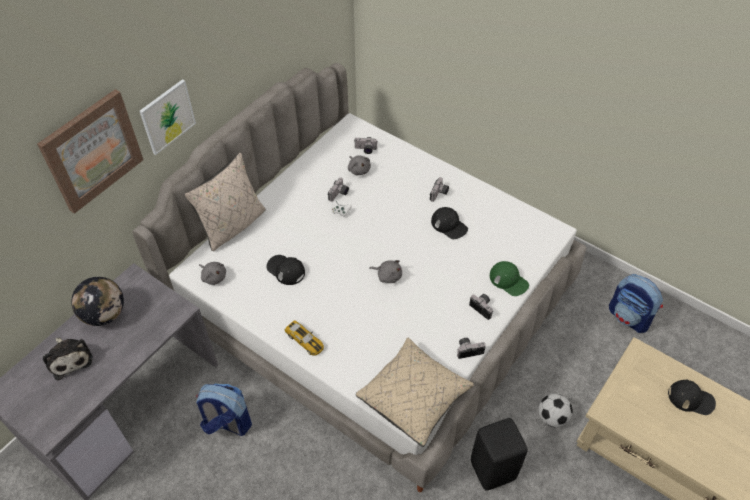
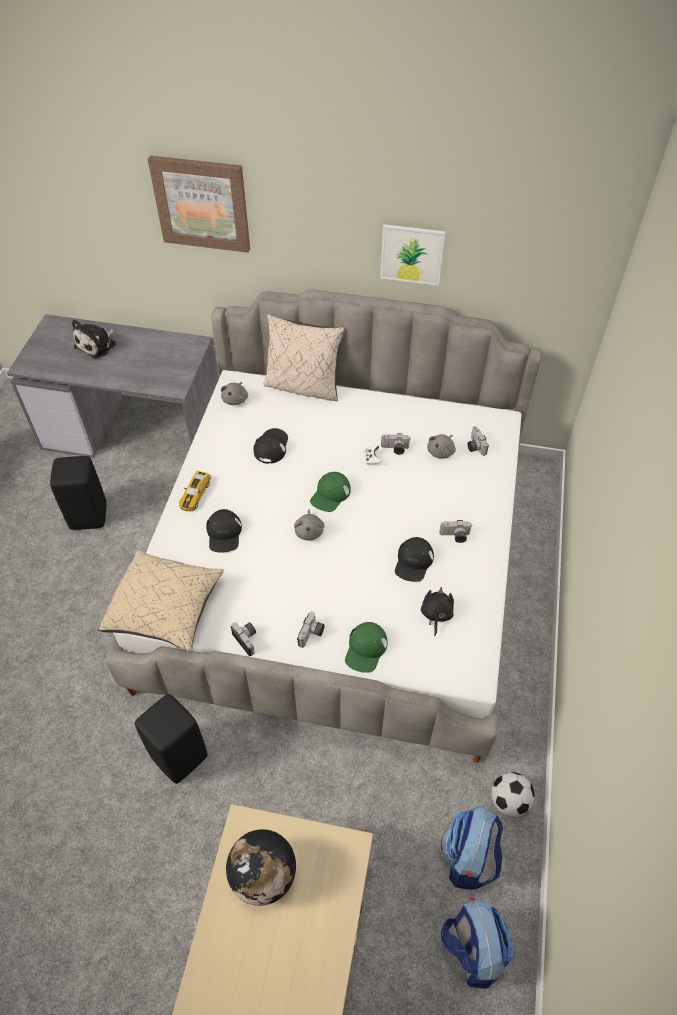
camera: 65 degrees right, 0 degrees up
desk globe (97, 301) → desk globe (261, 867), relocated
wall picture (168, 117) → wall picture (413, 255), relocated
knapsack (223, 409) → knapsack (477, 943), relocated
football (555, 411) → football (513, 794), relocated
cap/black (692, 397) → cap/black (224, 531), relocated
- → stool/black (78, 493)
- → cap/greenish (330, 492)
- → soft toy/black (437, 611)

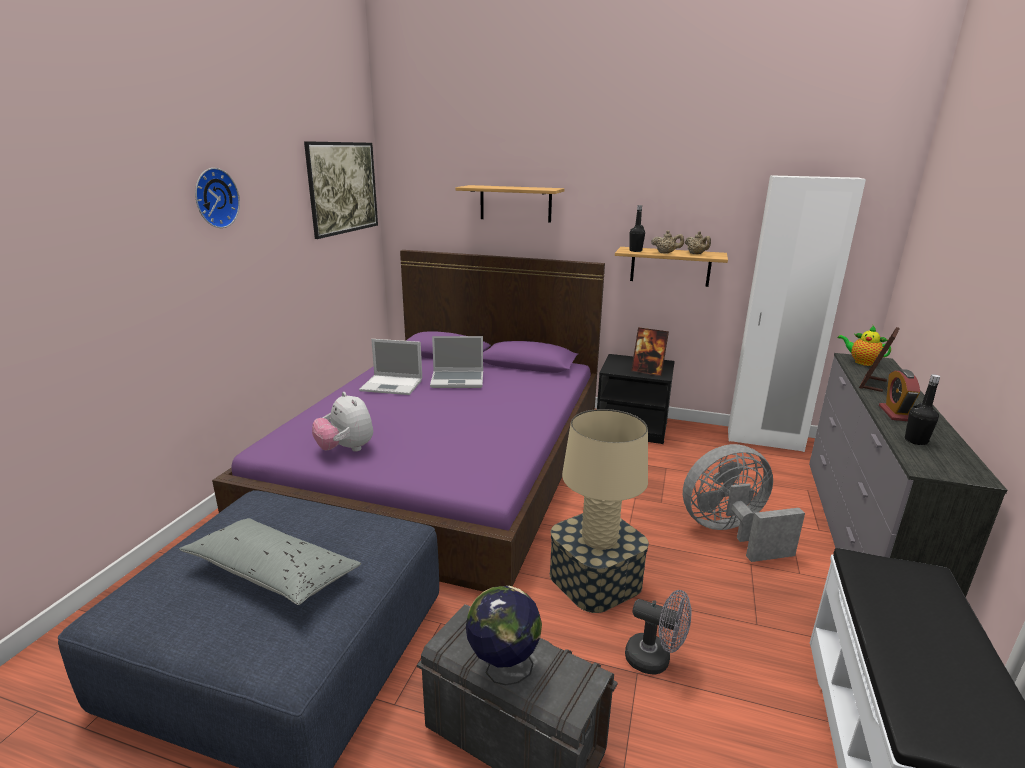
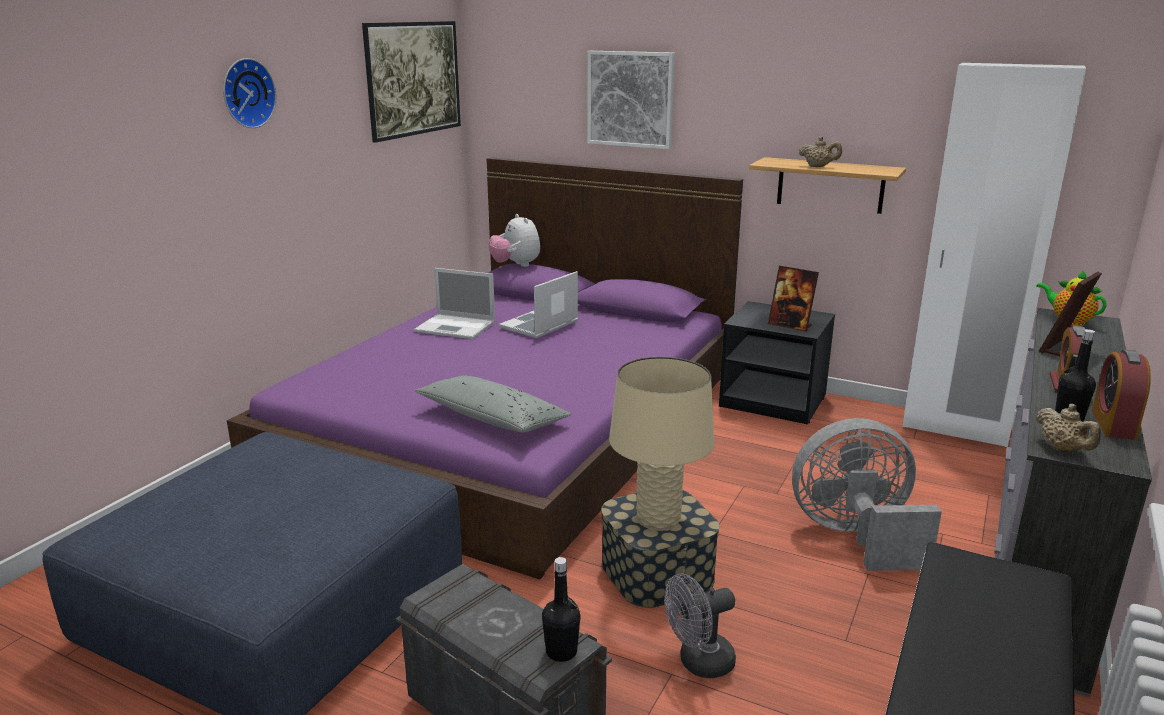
camera: 10 degrees right, 0 degrees up
throw pillow/gray (270, 561) → throw pillow/gray (493, 403), relocated
soft toy (342, 421) → soft toy (514, 240), relocated
notebook computer (456, 362) → notebook computer (538, 304), 120 degrees clockwise
bracket shelf (509, 204) → wall picture (631, 100)
desk globe (504, 635) → -
electric fan/gray (658, 632) → electric fan/gray (700, 625), 120 degrees clockwise
drink bottle/black (637, 228) → drink bottle/black (561, 609), relocated
teapot/beige (698, 242) → teapot/beige (1068, 428), relocated
- → bedside clock (1121, 395)

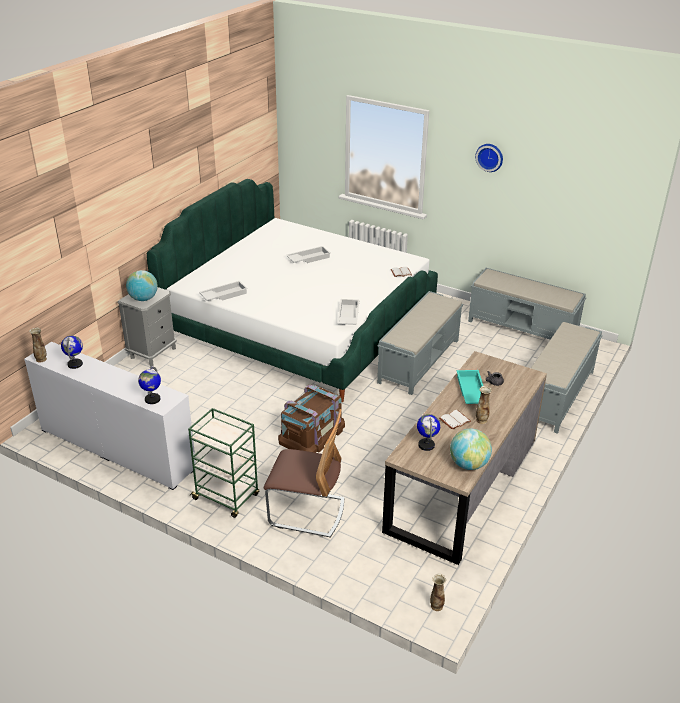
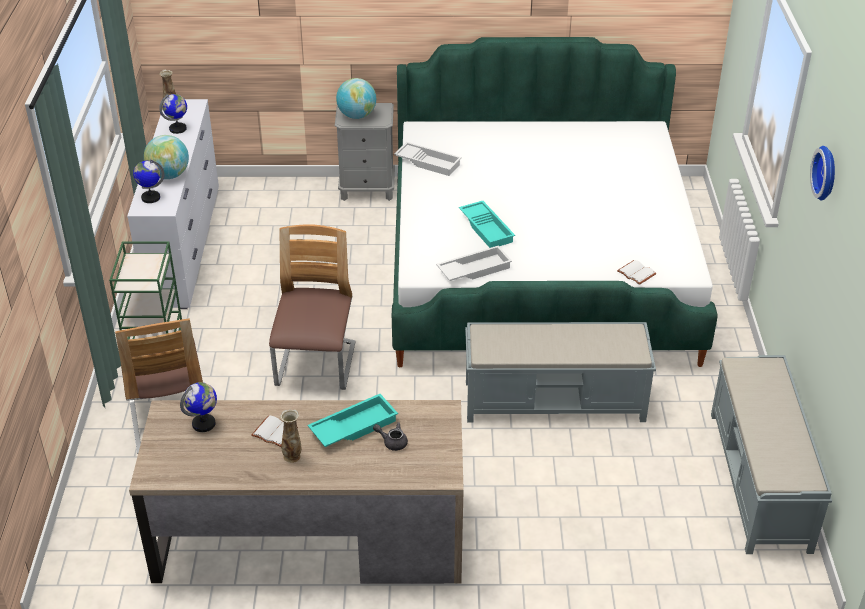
camera: 60 degrees right, 5 degrees up
storage container/brown (311, 419) → plain chair (312, 307)
carrying tray/white (308, 254) → -
decorative vase (438, 592) → -
desk globe (471, 449) → desk globe (166, 157), relocated
long seat/gray (566, 378) → -
- → carrying tray/turquoise-coloured (487, 224)

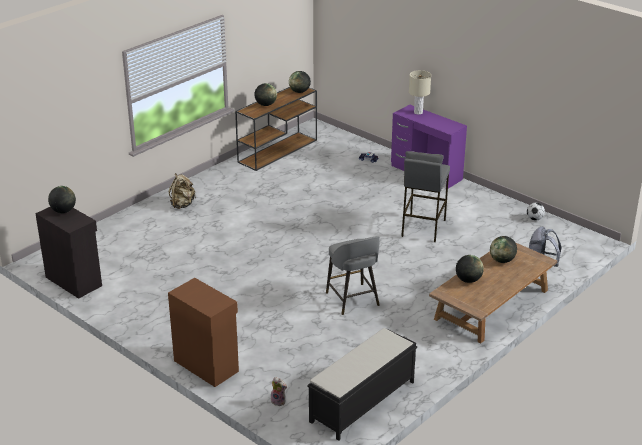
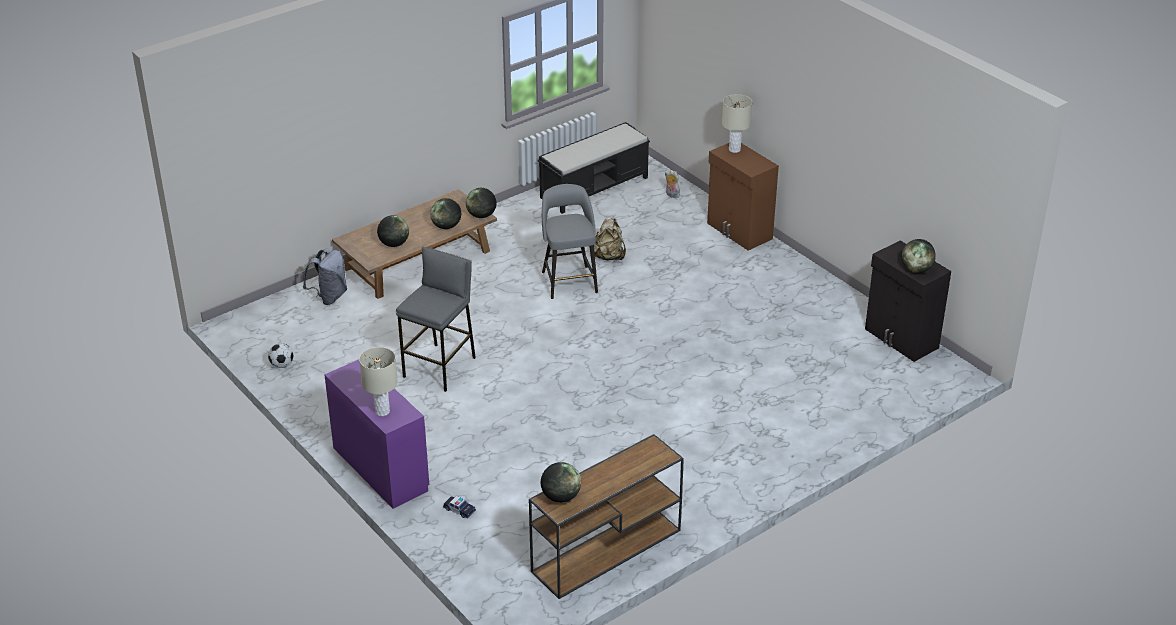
camera: 170 degrees left, 5 degrees up
knapsack/beige (182, 191) → knapsack/beige (610, 239), relocated
desk globe (265, 94) → desk globe (481, 203), relocated
- → lamp for a table/beige (737, 123)

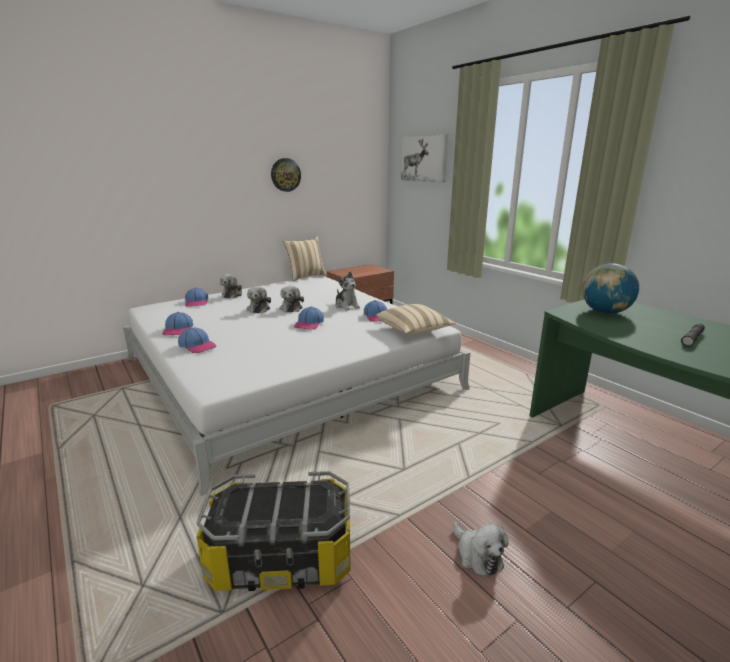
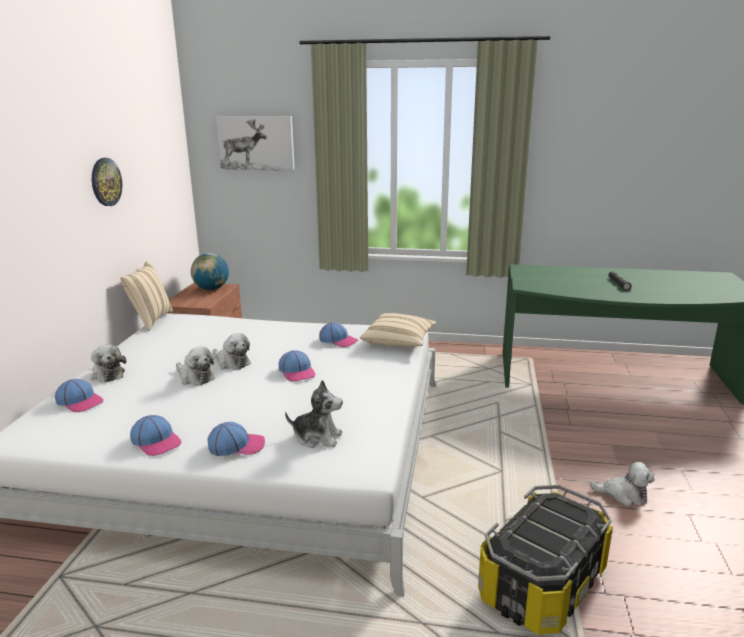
camera: 45 degrees left, 0 degrees up
soft toy (347, 291) → soft toy (314, 414), relocated
desk globe (610, 288) → desk globe (210, 271), relocated

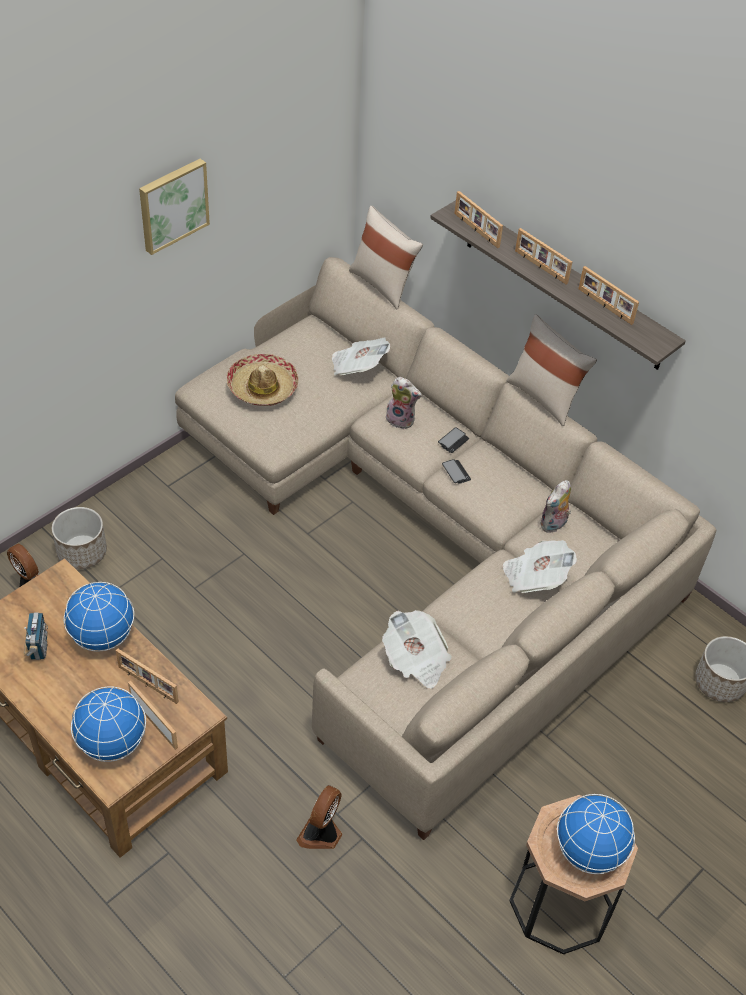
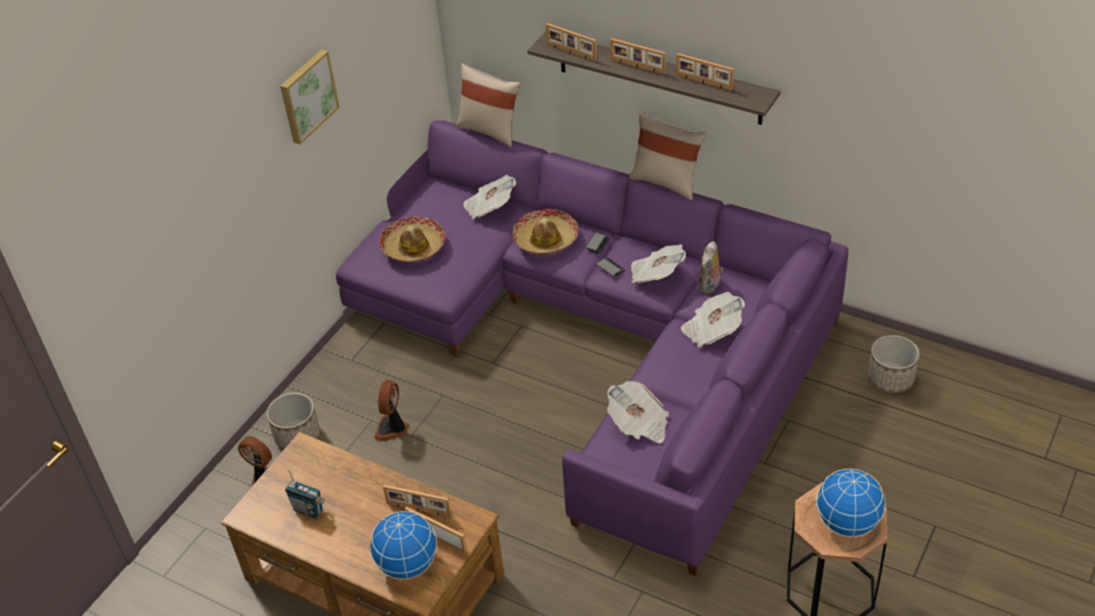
camera: 10 degrees left, 5 degrees down
radio set (36, 636) → radio set (305, 494), 135 degrees clockwise
desk globe (99, 617) → -
couch/beige (445, 548) → couch/purplish (592, 348)
electric fan (319, 817) → electric fan (391, 411), relocated
soft toy (404, 403) → wearable hat (545, 232)
- → newspaper (658, 263)

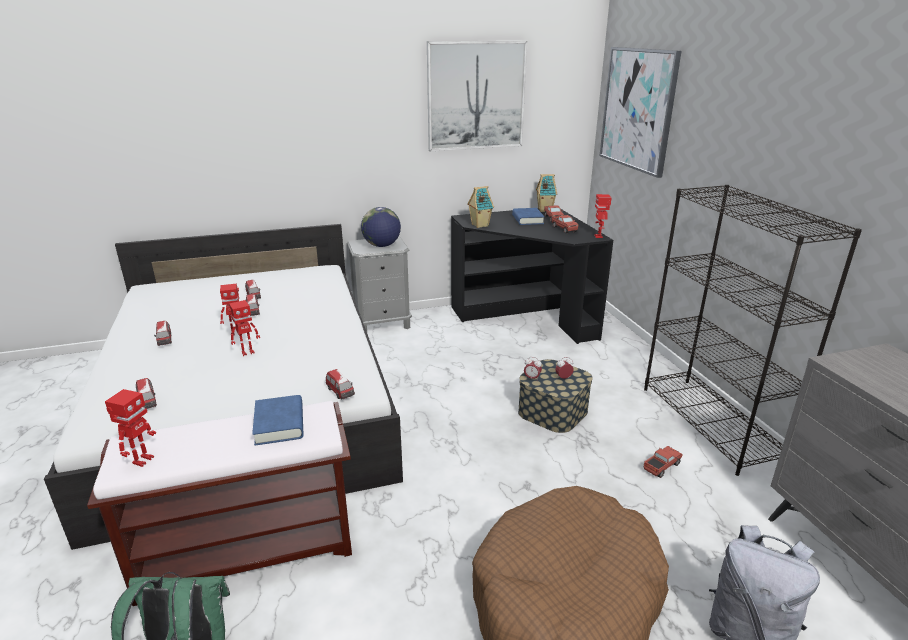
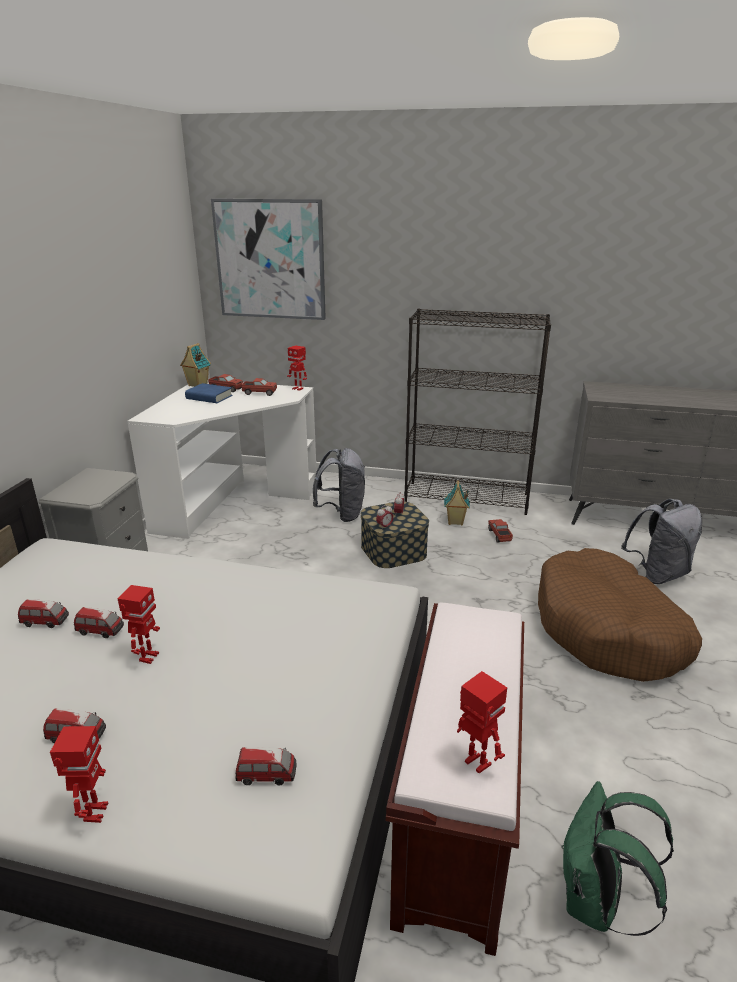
camera: 60 degrees left, 0 degrees up
robot figure (244, 328) → robot figure (79, 774), relocated
book/bluish (278, 420) → -
model car (340, 384) → -
desk globe (381, 227) → -
wall picture (477, 96) → -
desk table/black (532, 276) → desk table/white (222, 460)
model house (480, 207) → model house (457, 502), relocated
- → knapsack/gray (339, 485)

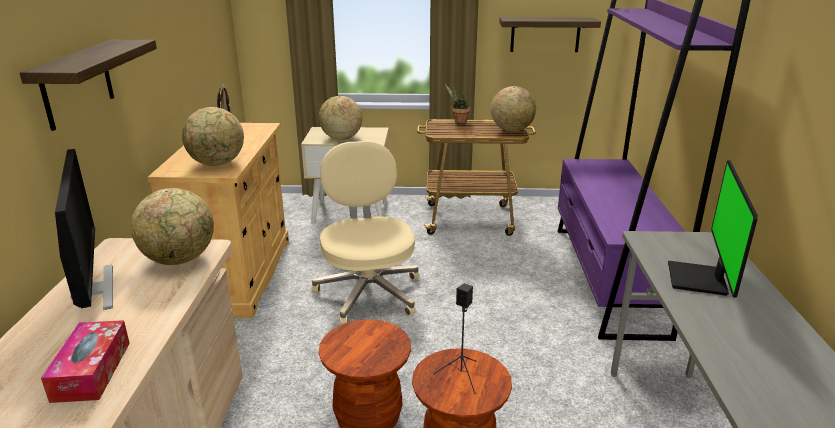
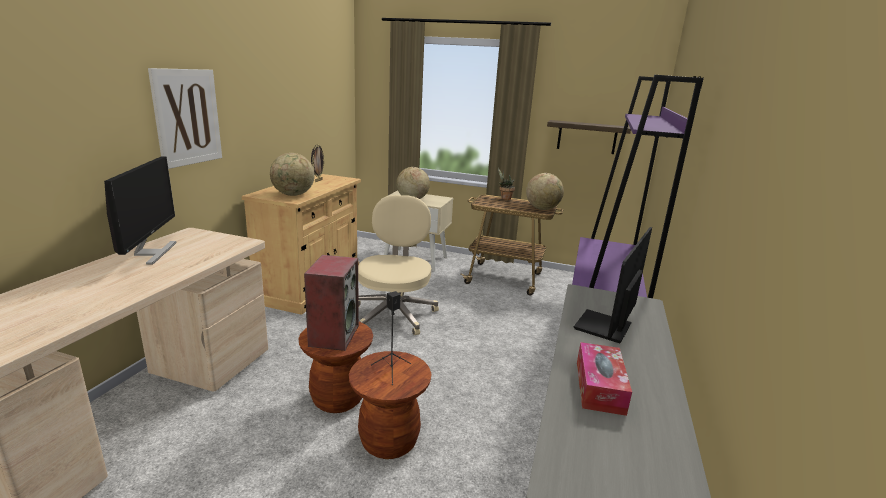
camera: 15 degrees right, 5 degrees down
bracket shelf (88, 85) → wall picture (185, 118)
tissue holder (85, 361) → tissue holder (604, 379), relocated
desk globe (172, 226) → -
- → audio speaker (331, 303)

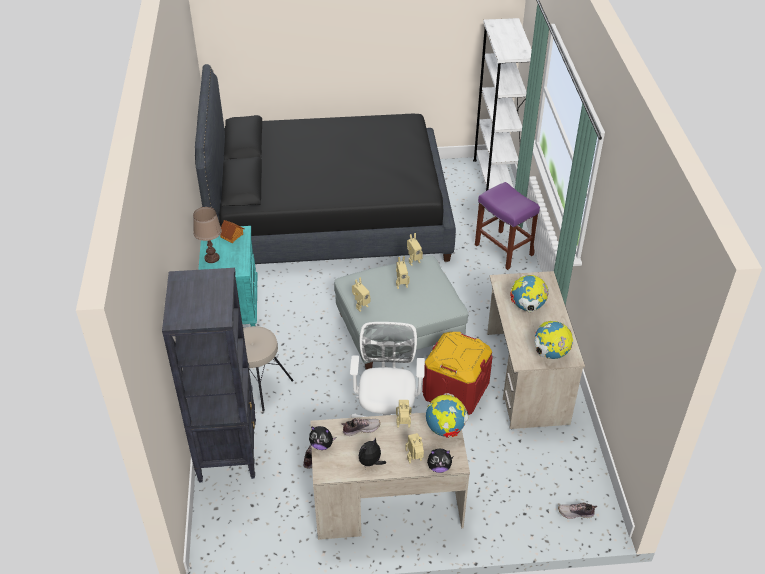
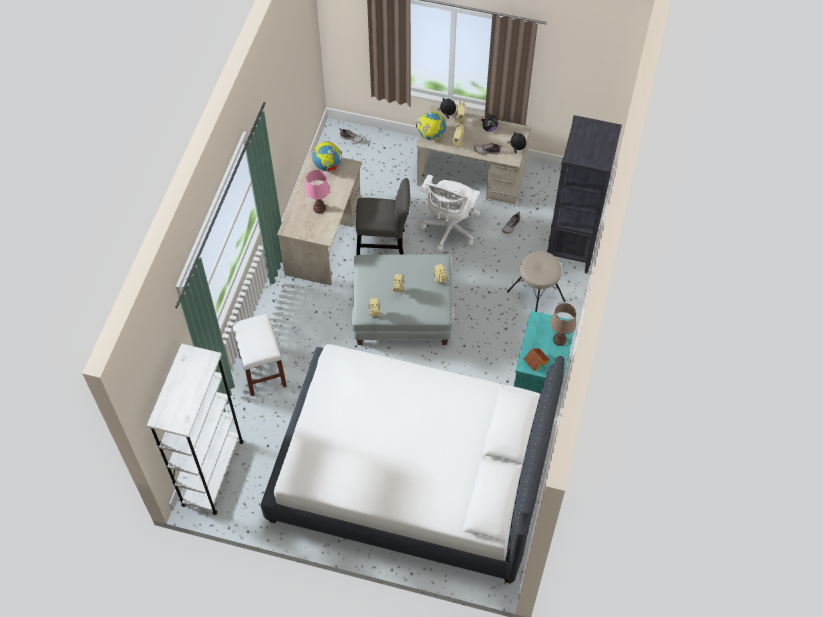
camera: 160 degrees left, 15 degrees up
sleeping bed/black (325, 164) → sleeping bed/white (413, 464)
storage container/red (457, 373) → plain chair/gray (383, 216)
stool/purplish (507, 226) → stool/white (260, 355)
desk globe (529, 294) → lamp for a table/pink (317, 191)

